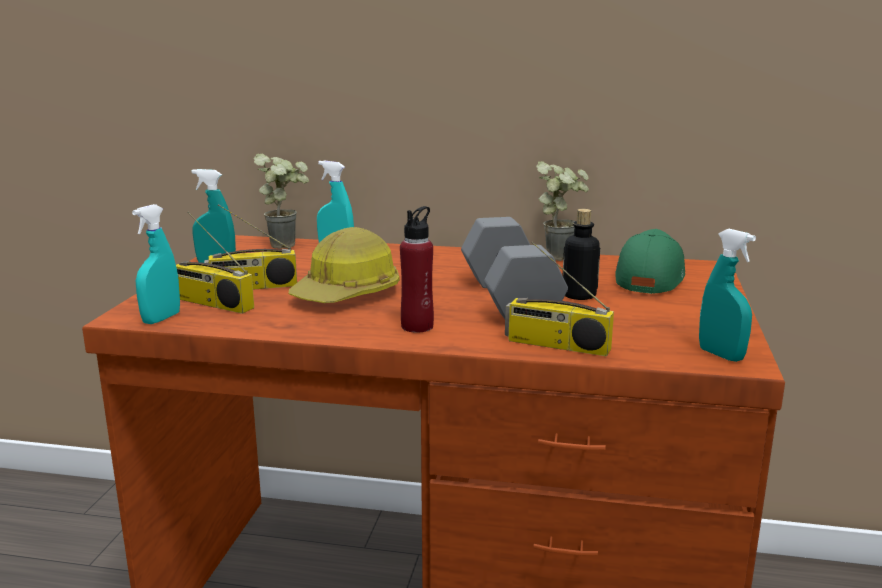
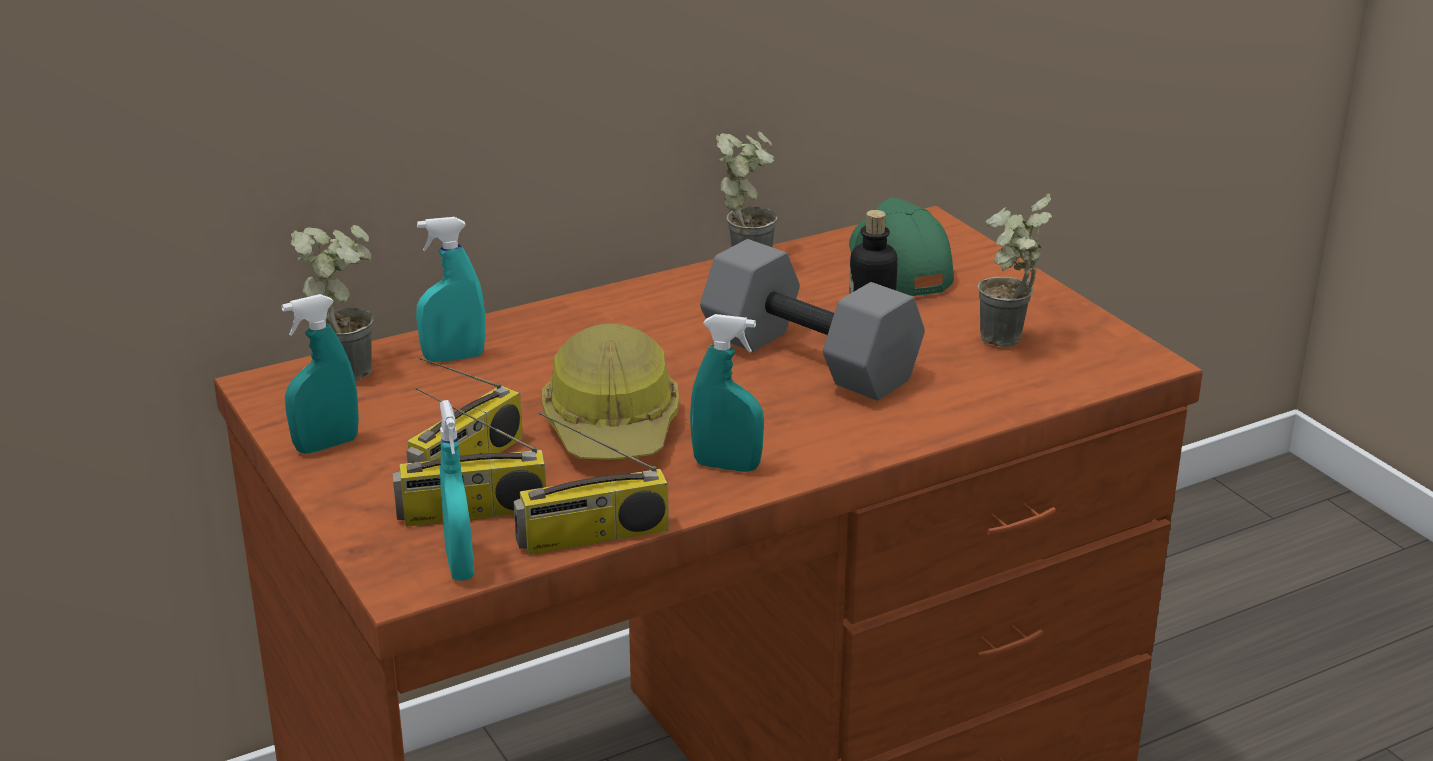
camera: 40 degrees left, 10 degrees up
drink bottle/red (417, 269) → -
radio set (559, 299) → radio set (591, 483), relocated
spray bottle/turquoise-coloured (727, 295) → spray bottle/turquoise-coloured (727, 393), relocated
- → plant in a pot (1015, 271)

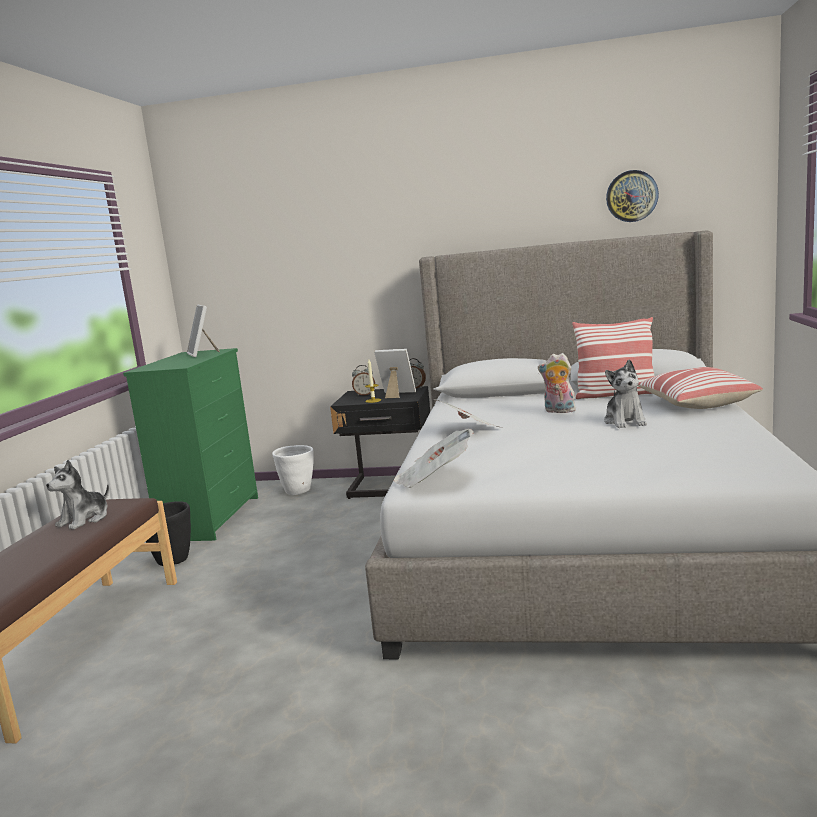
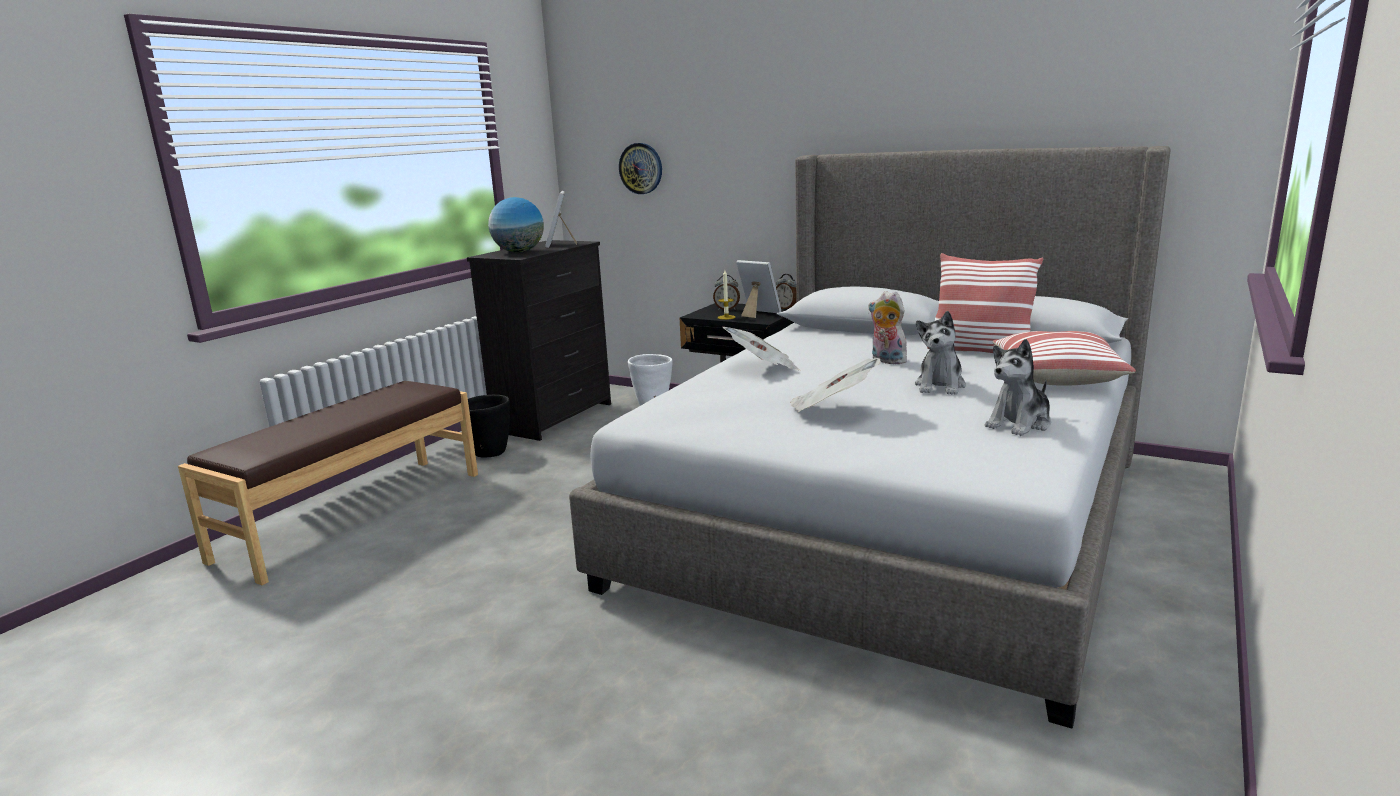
camera: 20 degrees right, 5 degrees up
soft toy (77, 495) → soft toy (1018, 387), relocated
drawer chest/greenish (190, 444) → drawer chest/black (539, 340)
newspaper (433, 458) → newspaper (835, 385), relocated
hanging clock (632, 196) → hanging clock (640, 168), relocated
- → desk globe (516, 225)

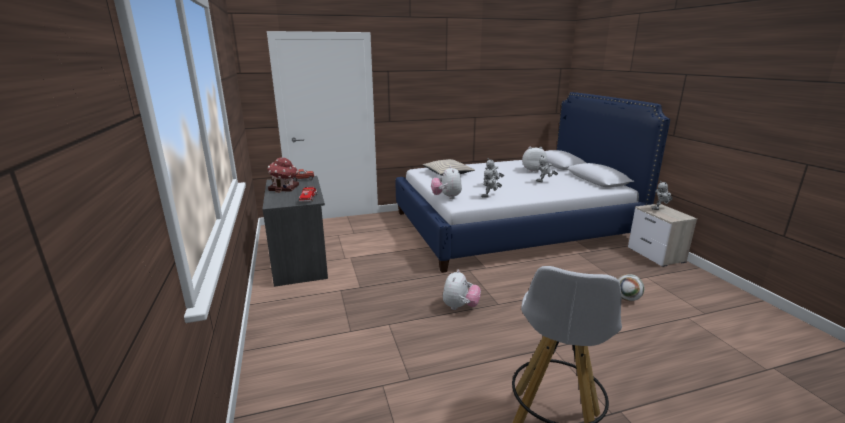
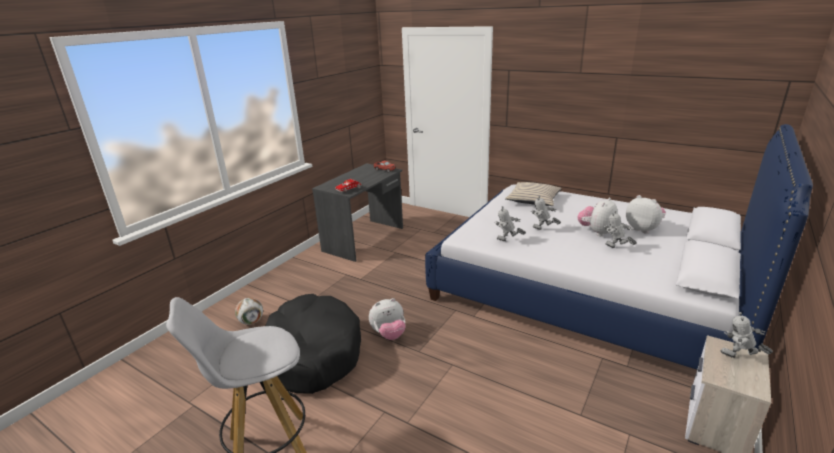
camera: 50 degrees right, 5 degrees up
model house (283, 175) → -
soft toy (446, 182) → soft toy (598, 217), relocated
football (631, 287) → football (249, 311), relocated
- → dog bed/black (313, 344)

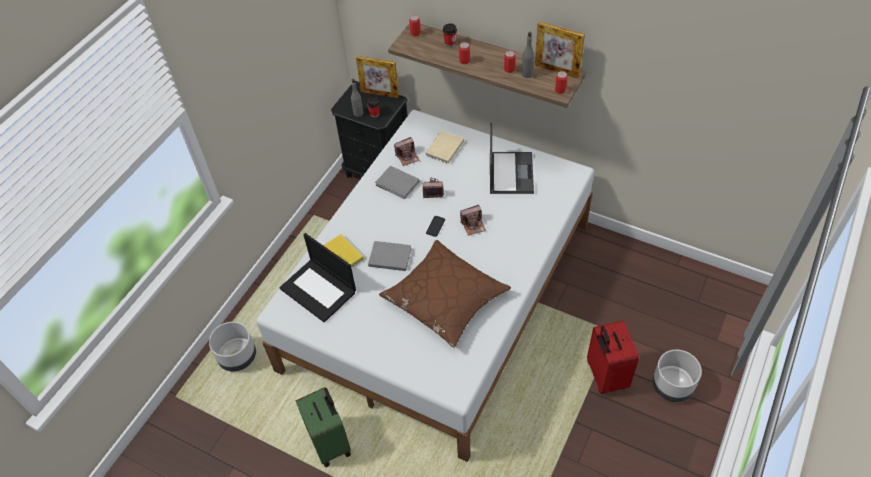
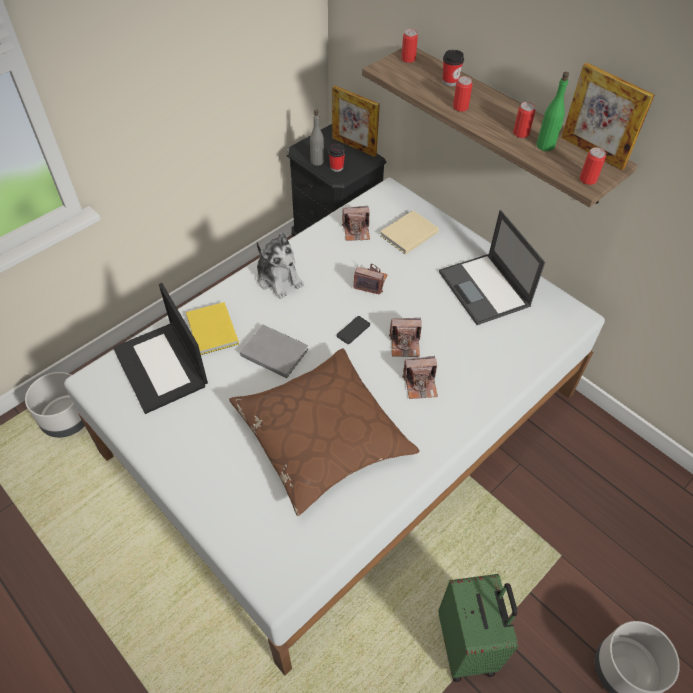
camera: 15 degrees right, 0 degrees up
travel case/greenish (323, 427) → travel case/greenish (478, 628), relocated
book/gray (397, 182) → -
notebook computer (512, 158) → notebook computer (492, 267), 135 degrees clockwise
drink bottle/gray (528, 55) → drink bottle/greenish (552, 111)
travel case/red (613, 357) → -
- → soft toy (280, 266)
- → still camera (420, 377)

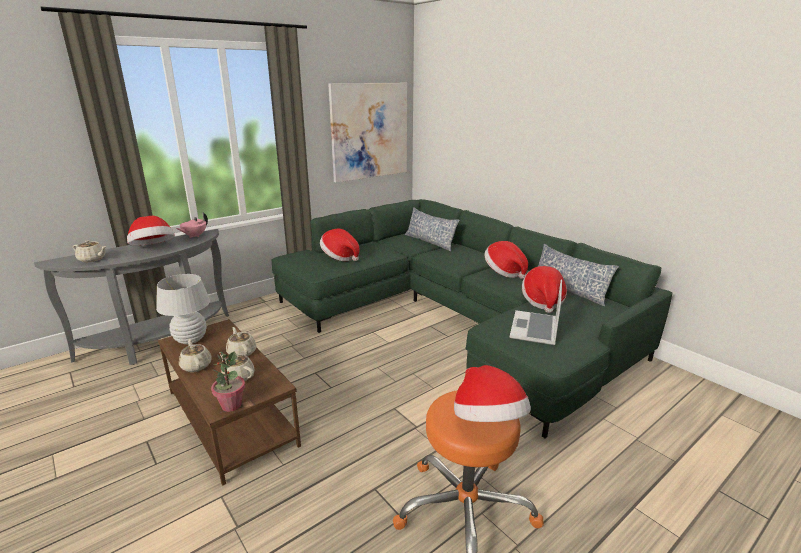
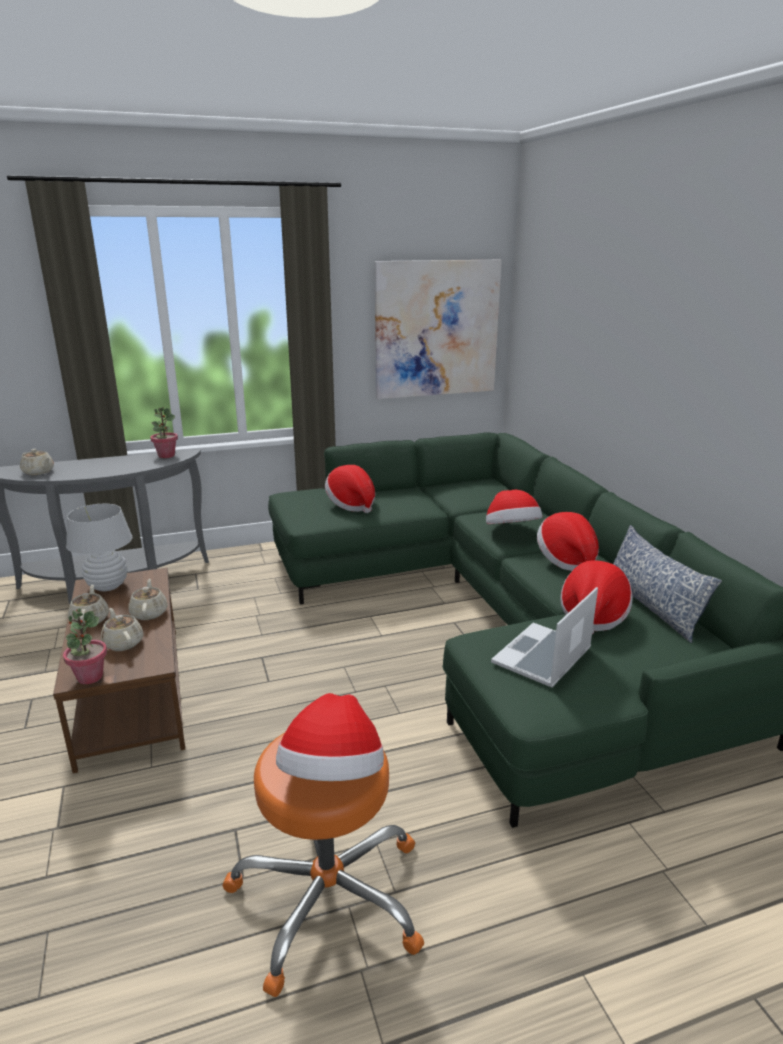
camera: 20 degrees right, 0 degrees up
wearable hat (151, 231) → wearable hat (514, 507), relocated
teapot/pink (192, 225) → plant in a pot (164, 432)
throw pillow (432, 229) → -

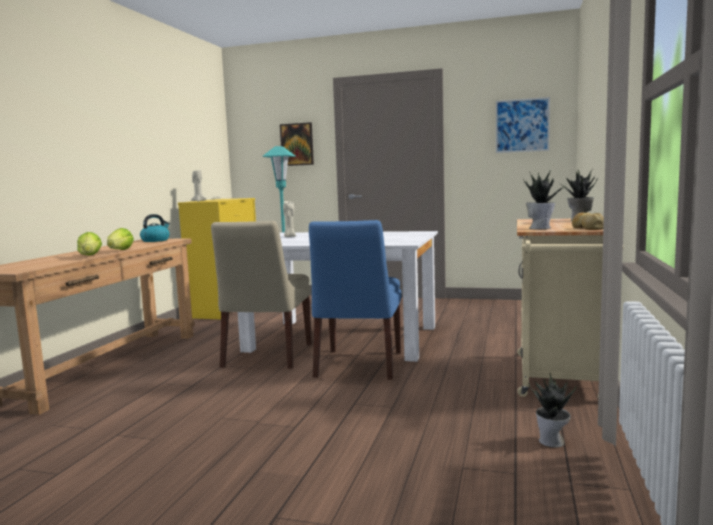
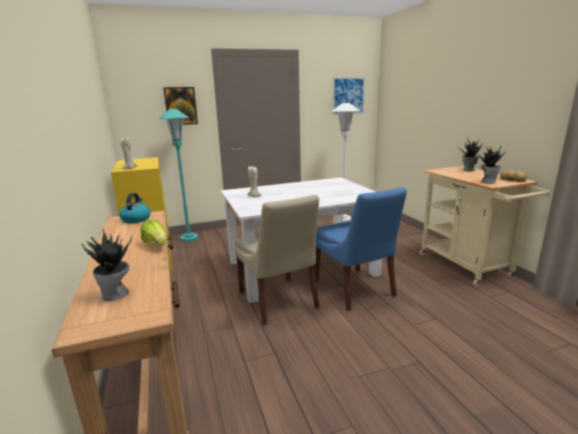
camera: 35 degrees left, 10 degrees up
lettuce head (89, 243) → -
plant in a pot (552, 410) → plant in a pot (107, 264), relocated
- → floor lamp/white (345, 162)

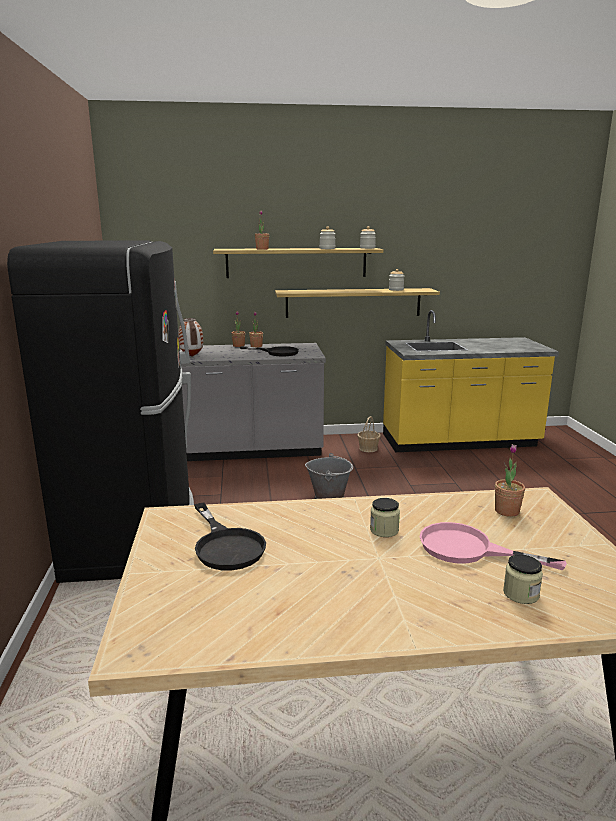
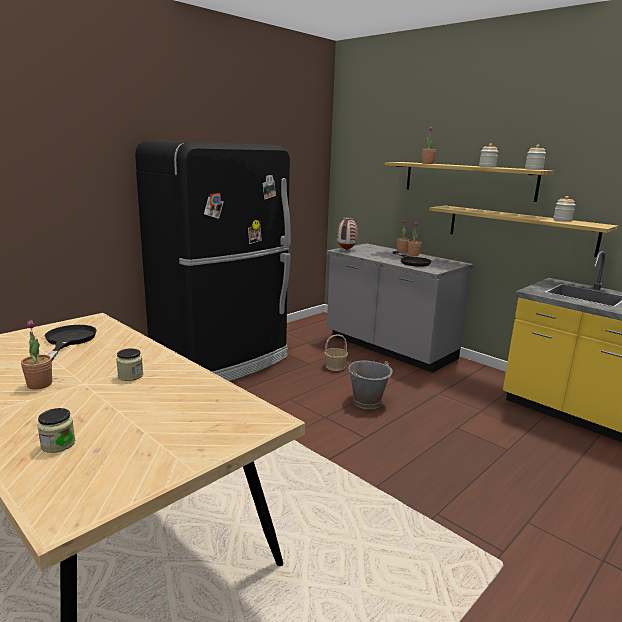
camera: 50 degrees right, 0 degrees up
skillet/black (230, 536) → skillet/black (70, 343), 150 degrees clockwise
storage basket (369, 434) → storage basket (336, 352), relocated
skillet/pink (493, 546) → -
plant in a pot (510, 480) → plant in a pot (36, 354), relocated

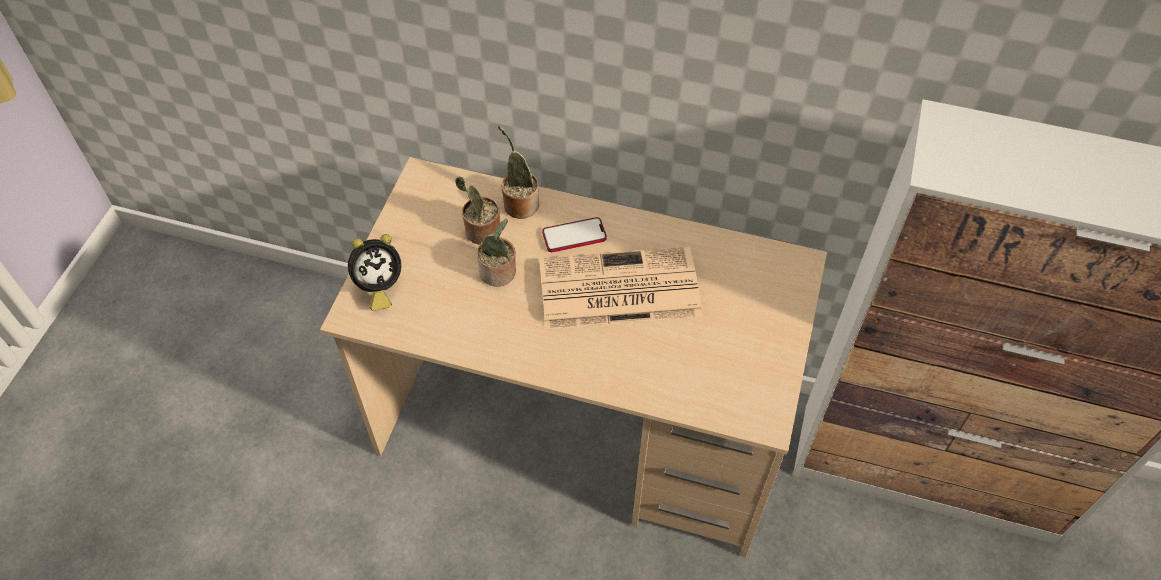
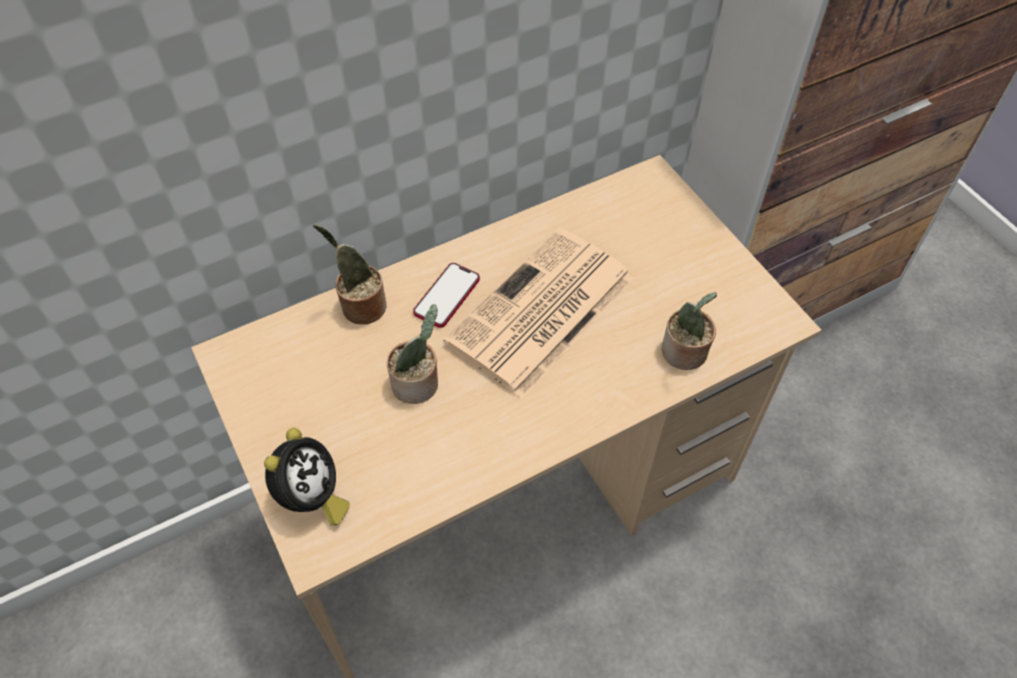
camera: 45 degrees left, 0 degrees up
plant in a pot (477, 210) → plant in a pot (689, 331), relocated

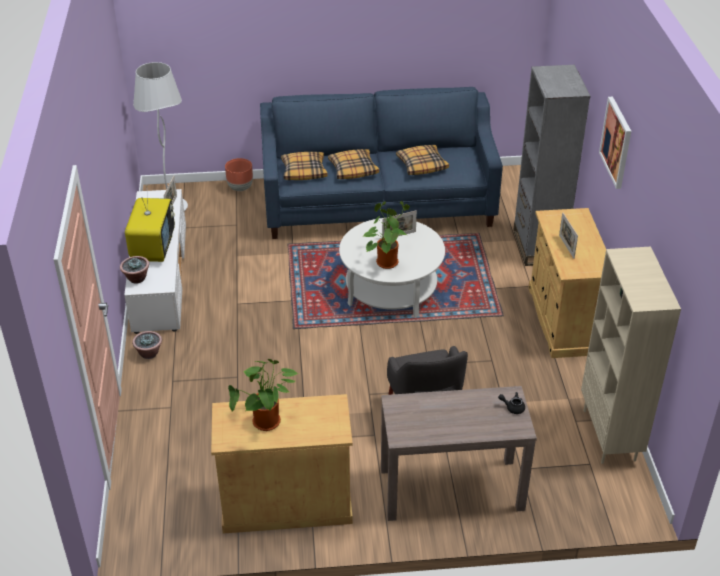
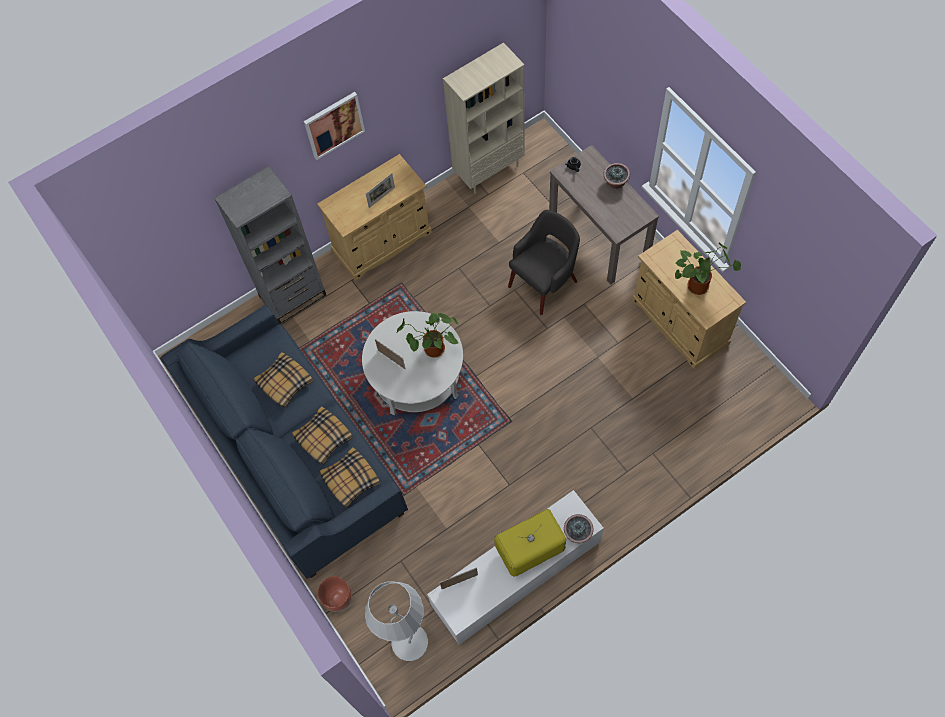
camera: 115 degrees left, 25 degrees up
plant in a pot (147, 345) → plant in a pot (616, 176), relocated

